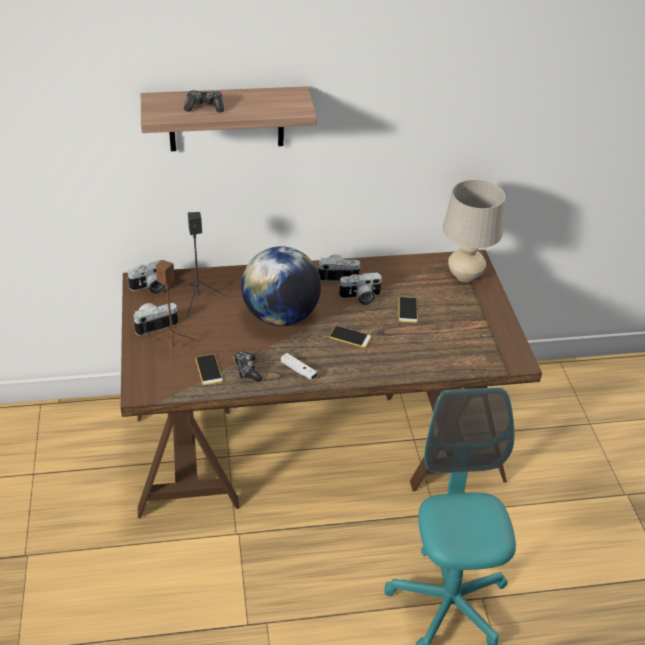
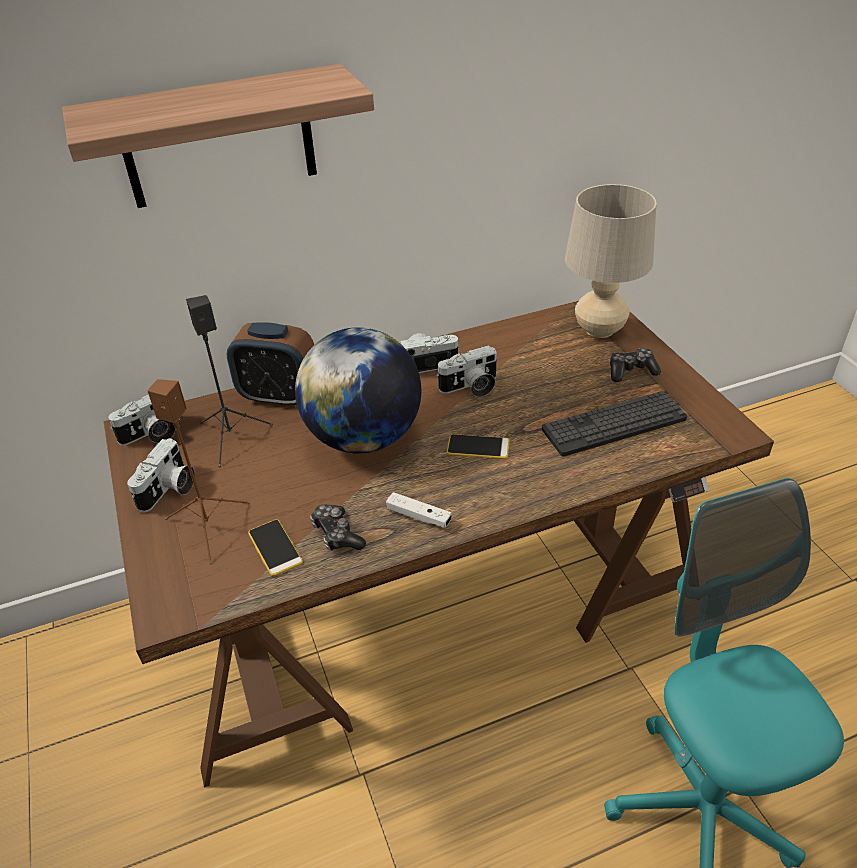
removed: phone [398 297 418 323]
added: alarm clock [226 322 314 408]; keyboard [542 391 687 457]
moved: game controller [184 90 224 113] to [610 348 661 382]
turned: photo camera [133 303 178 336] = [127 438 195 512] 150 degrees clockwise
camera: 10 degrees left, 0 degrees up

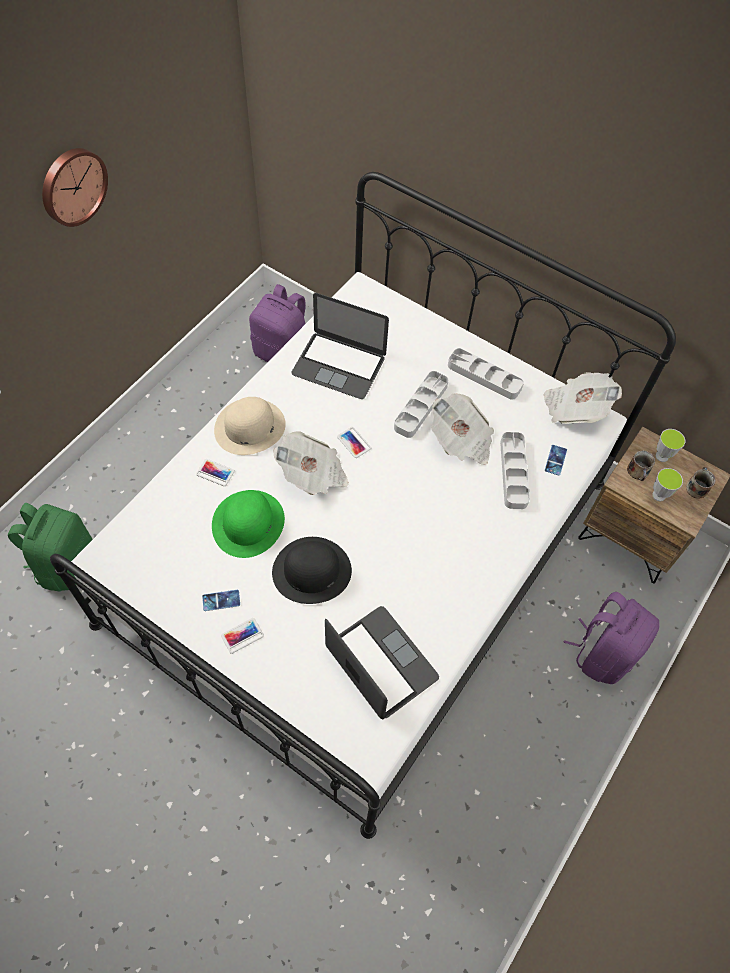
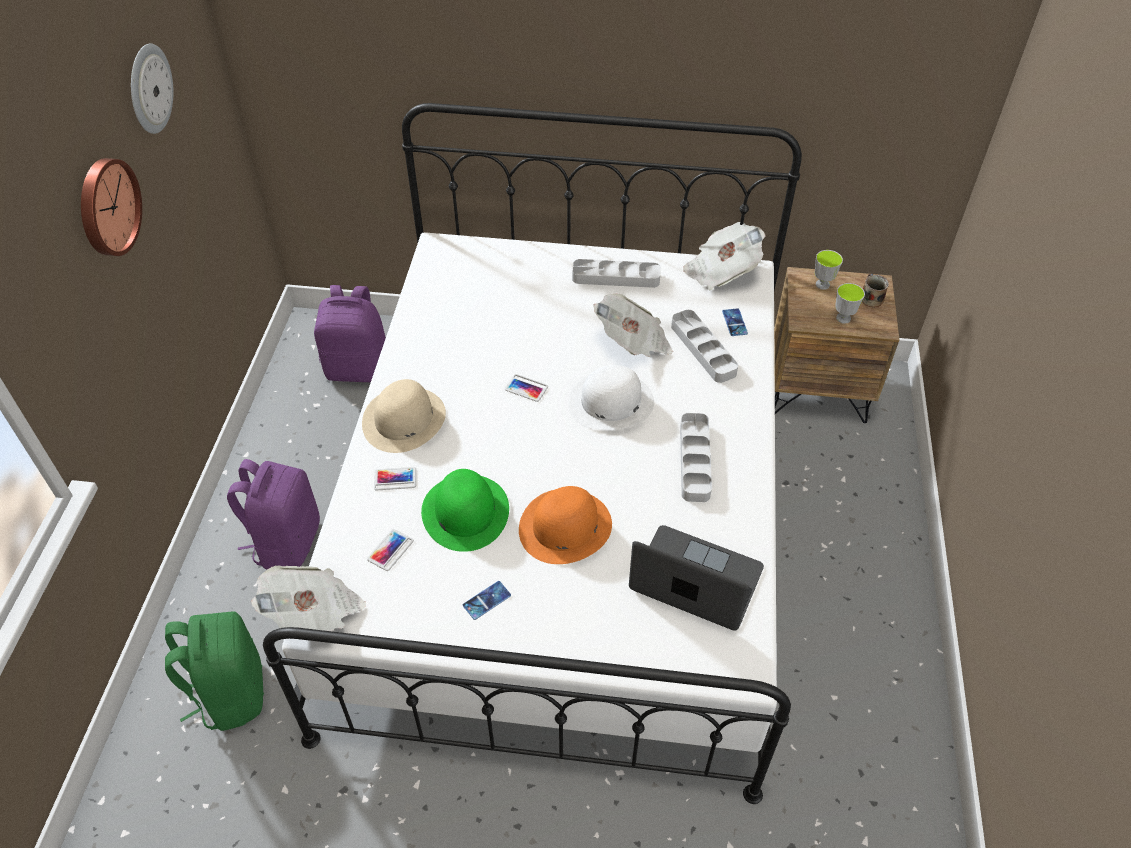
removed: laptop [291 293 389 399]; mug [627 451 655 481]
added: wall clock [131 44 173 134]; hat/white [568 365 654 431]
moved: tray/grey [394 371 449 438] to [680 413 712 502]; newspaper [273 431 349 495] to [251 566 366 631]; backpack/purple [563 592 660 684] to [227 459 320 569]; phone [221 618 264 654] to [367 529 414 571]
recoloured: hat/black [272 537 352 604] to hat/orange [519 486 612 564]
camera: 25 degrees left, 10 degrees down

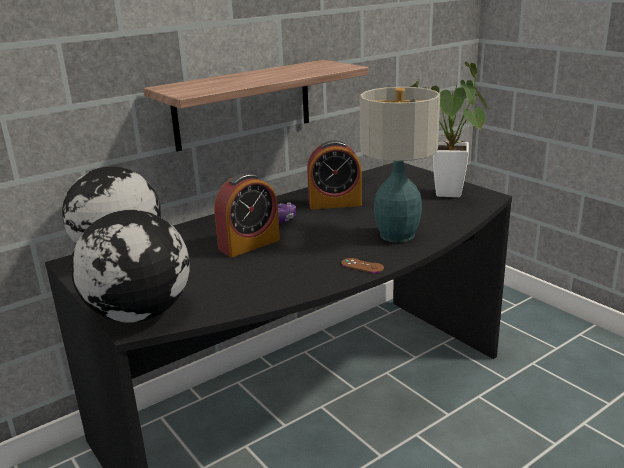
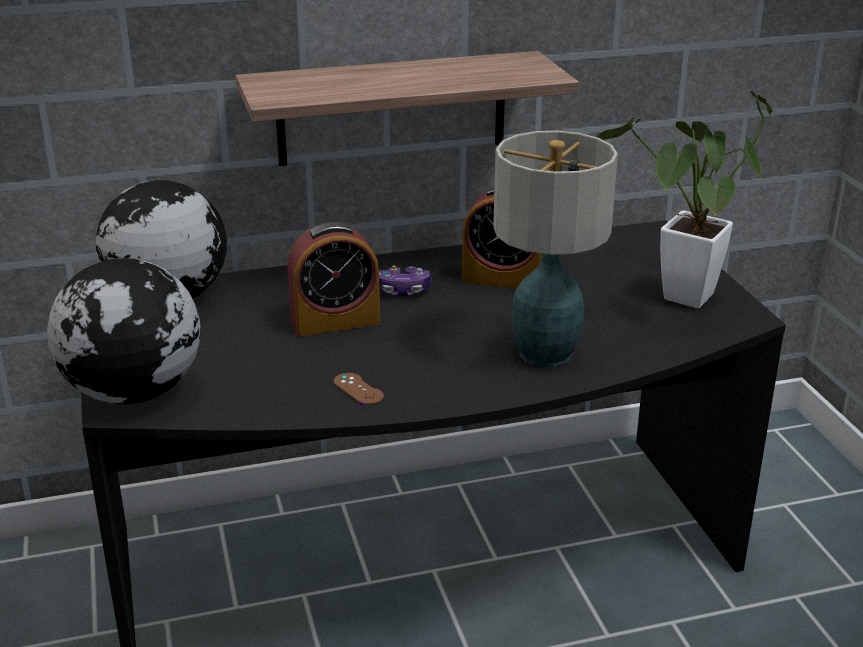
moved: game controller/brown [341 258 384 273] to [333 373 384 405]
camera: 20 degrees right, 5 degrees up

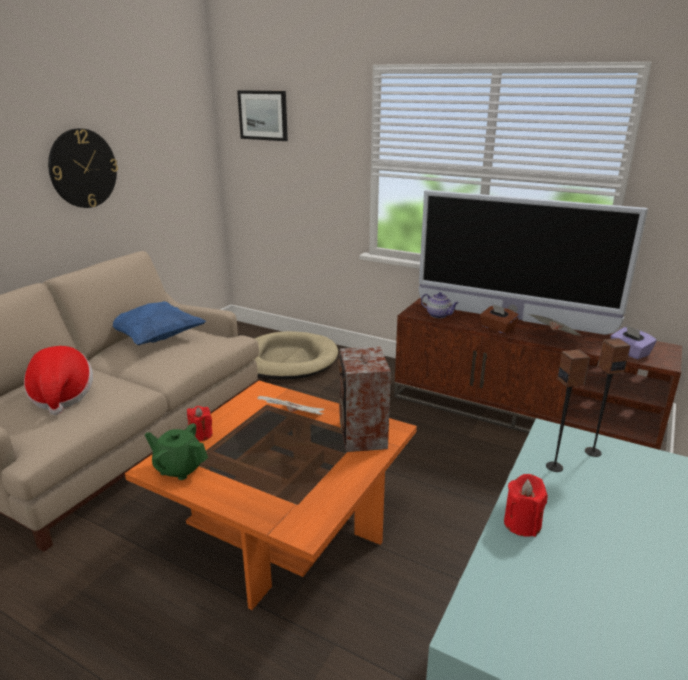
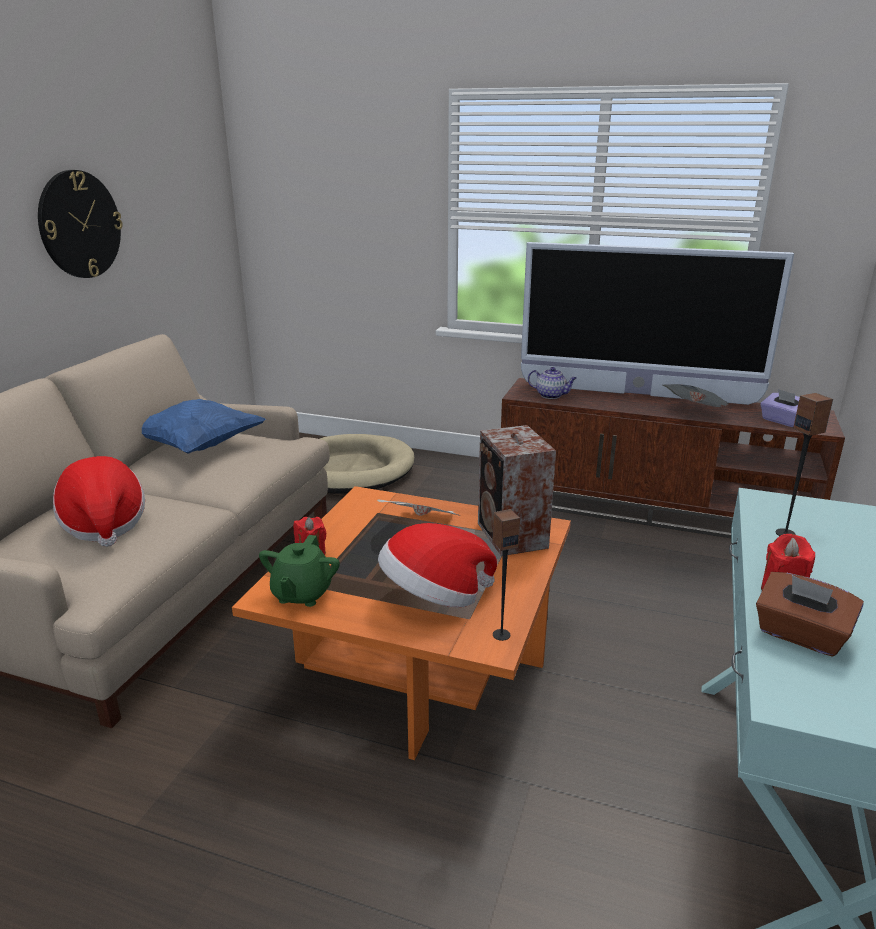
removed: picture [237 90 288 141]
added: hat [378 523 497 607]
moved: tissue box/brown [480 304 519 334] to [756 572 864 657]; speaker [585 338 630 457] to [493 509 520 641]
turned: teapot/green [145 423 208 480] = [259 535 340 607] 90 degrees counterclockwise
camera: 10 degrees left, 0 degrees up

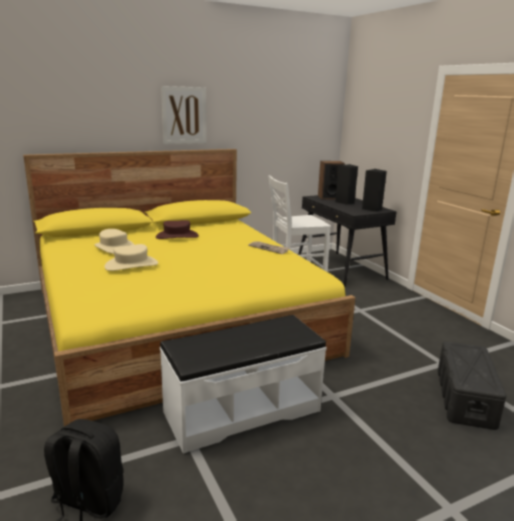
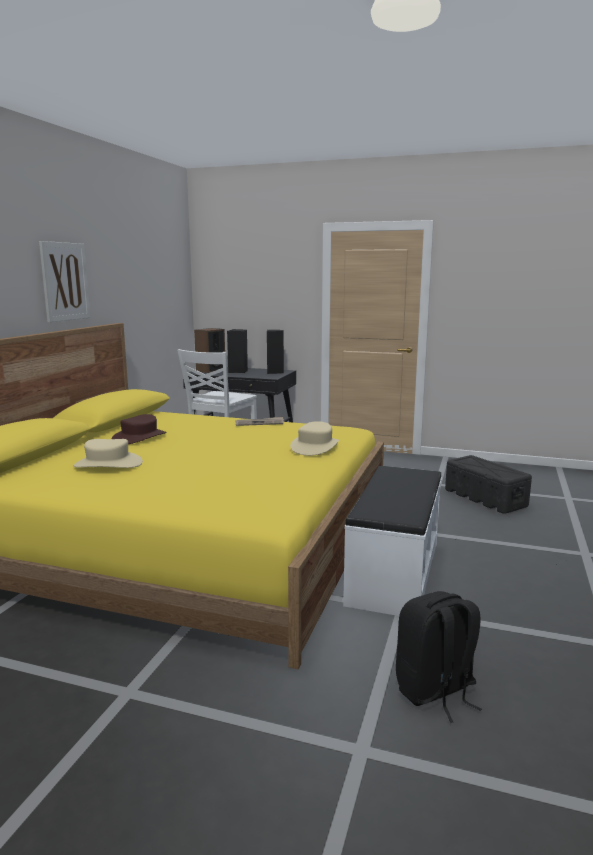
moved: hat/beige [104 244 158 271] to [290 421 339 456]
camera: 45 degrees left, 5 degrees down

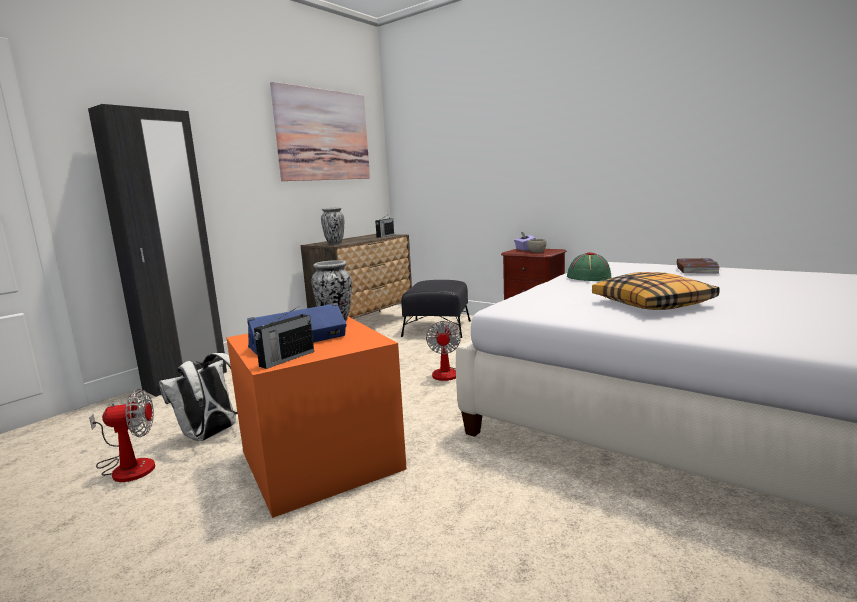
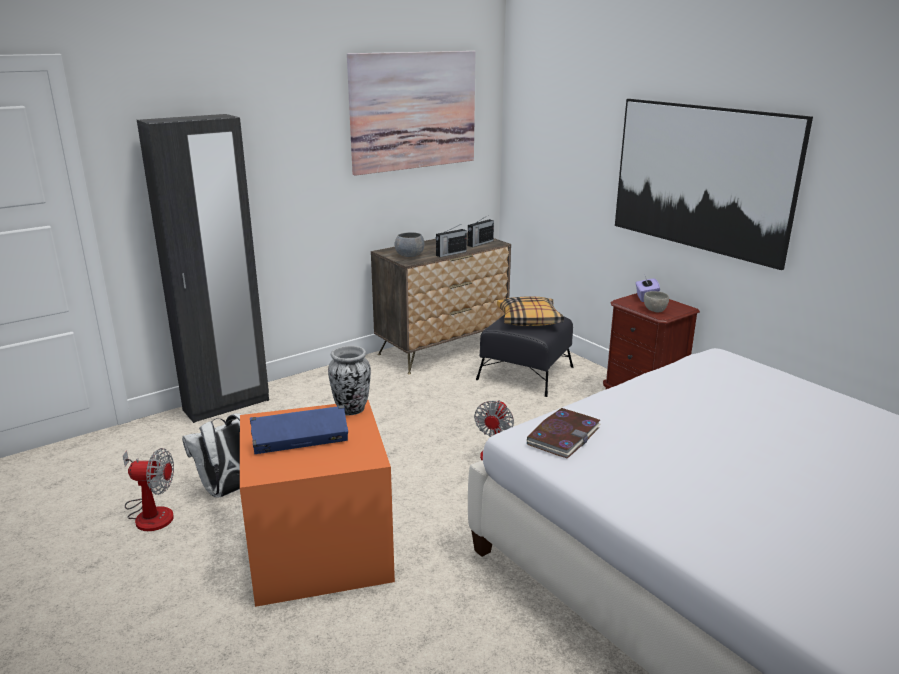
removed: hat/green [567 252 611 281]
added: picture [615 99 813 270]
moved: book [676 258 721 274] to [527 408 600 459]; pillow [592 272 720 310] to [497 296 564 326]; radio [254 306 314 369] to [436 224 467 257]
replaced: vase [321 207 344 244] to bowl/grey [394 232 424 257]
camera: 15 degrees right, 10 degrees up

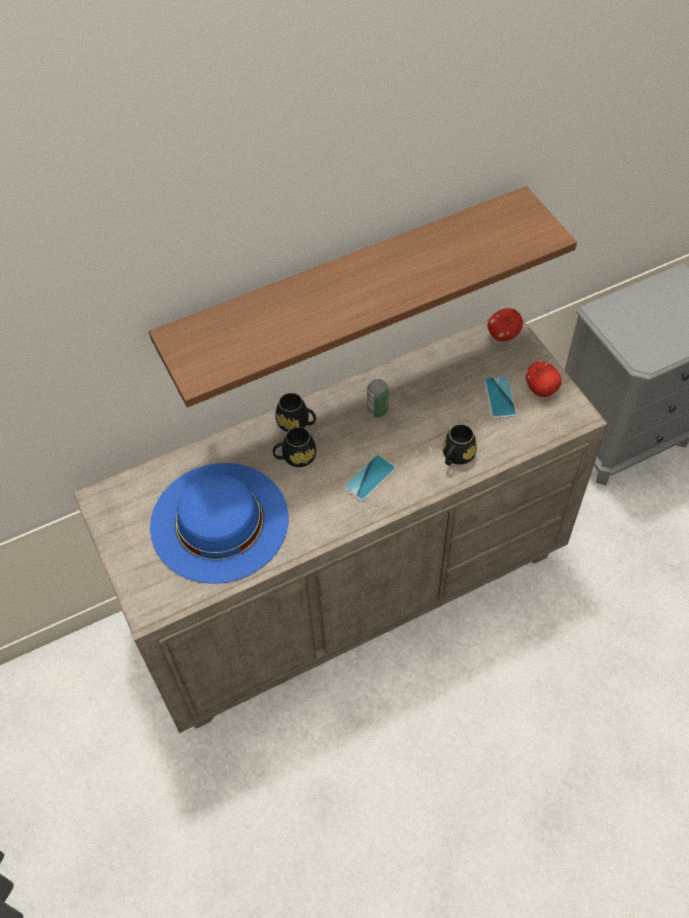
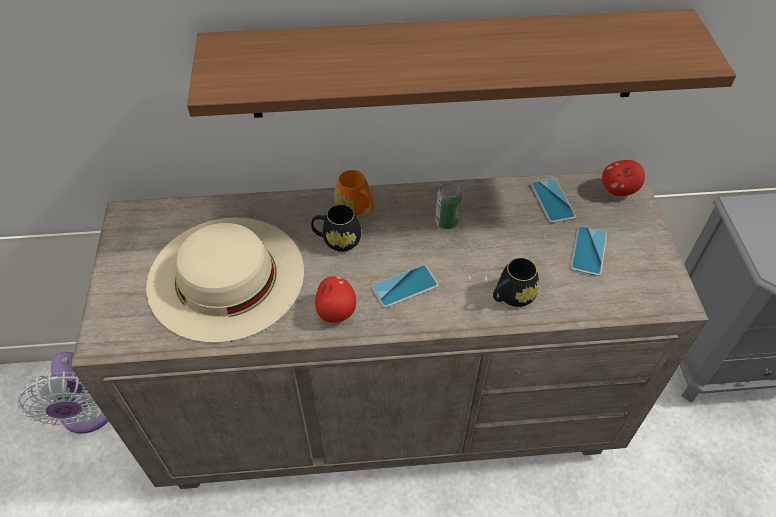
added: phone [531 178 576 223]; fan/white [18 352 108 434]
moved: apple [526 361 562 397] to [315 276 356 323]
recoloured: mug/black [275 393 316 432] to mug/orange [334 170 374 216]; hat/blue [150 463 288 584] to hat/beige [146 217 304 343]
camera: 20 degrees right, 5 degrees down

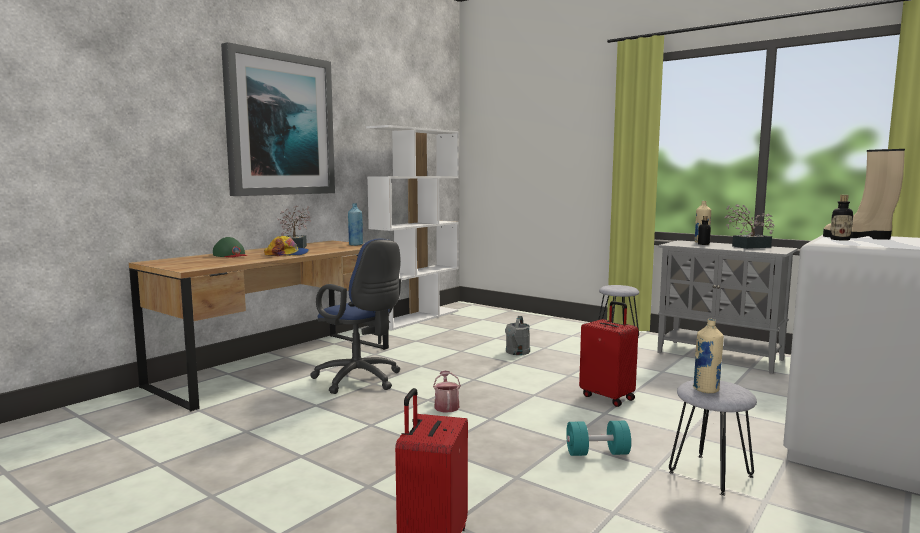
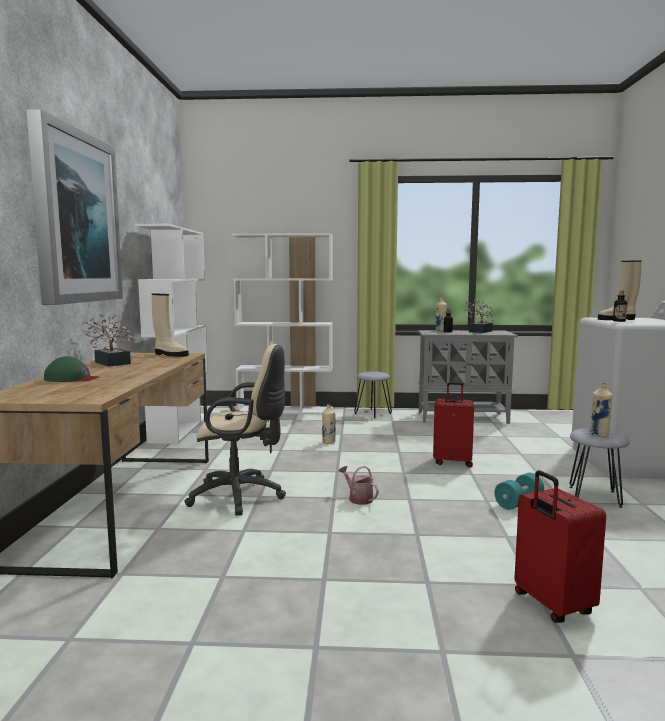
removed: cap [264 236 309 256]
added: bookcase/white [232 233 333 414]
replaced: bottle/blue [348 204 363 246] to boot/beige [152 293 189 357]; watering can/grey [505 316 530 355] to bottle/beige [322 404 336 444]
recoloured: office chair/blue [310 239 401 394] to office chair/beige [184 344 286 516]
camera: 35 degrees left, 0 degrees up

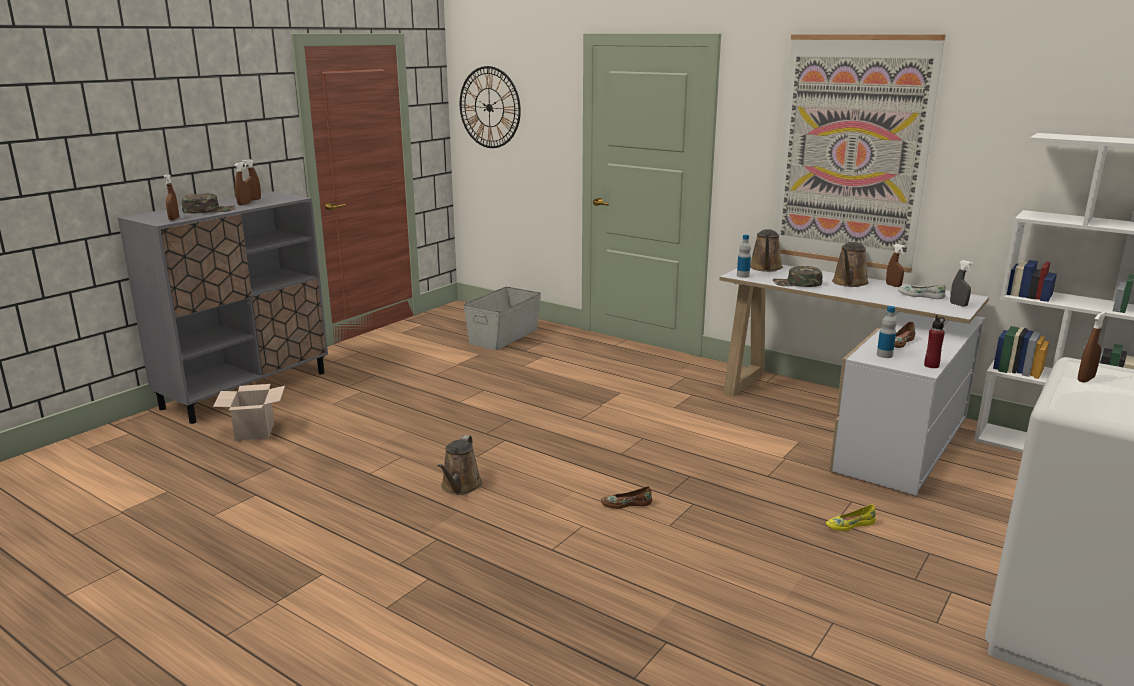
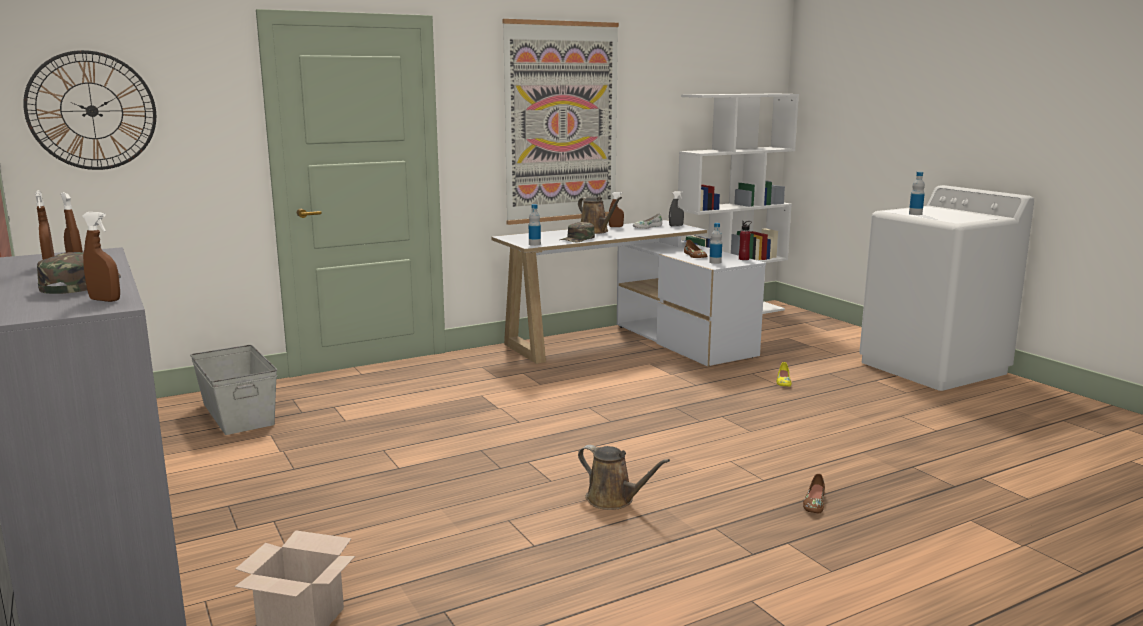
removed: watering can/brown [750 229 783 272]
moved: shoe/brown [601 486 652 509] to [803 474 825 514]
replaced: spray bottle/brown [1078 312 1107 383] to bottle [909 172 925 215]
camera: 65 degrees left, 5 degrees down

